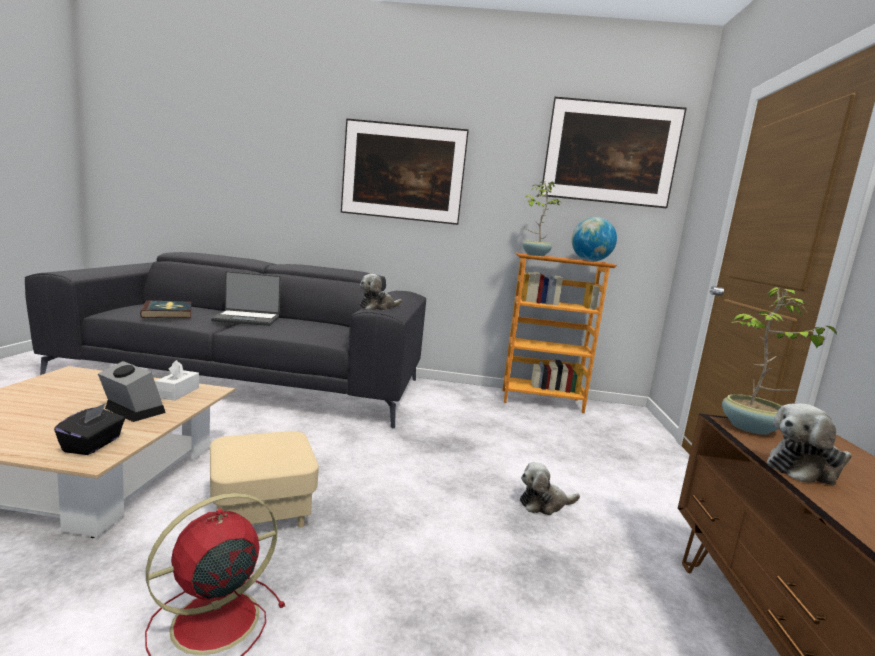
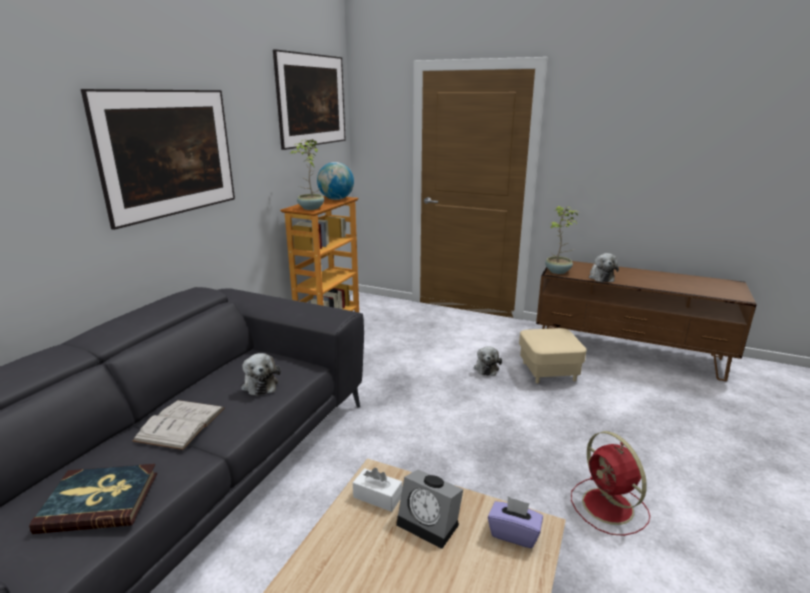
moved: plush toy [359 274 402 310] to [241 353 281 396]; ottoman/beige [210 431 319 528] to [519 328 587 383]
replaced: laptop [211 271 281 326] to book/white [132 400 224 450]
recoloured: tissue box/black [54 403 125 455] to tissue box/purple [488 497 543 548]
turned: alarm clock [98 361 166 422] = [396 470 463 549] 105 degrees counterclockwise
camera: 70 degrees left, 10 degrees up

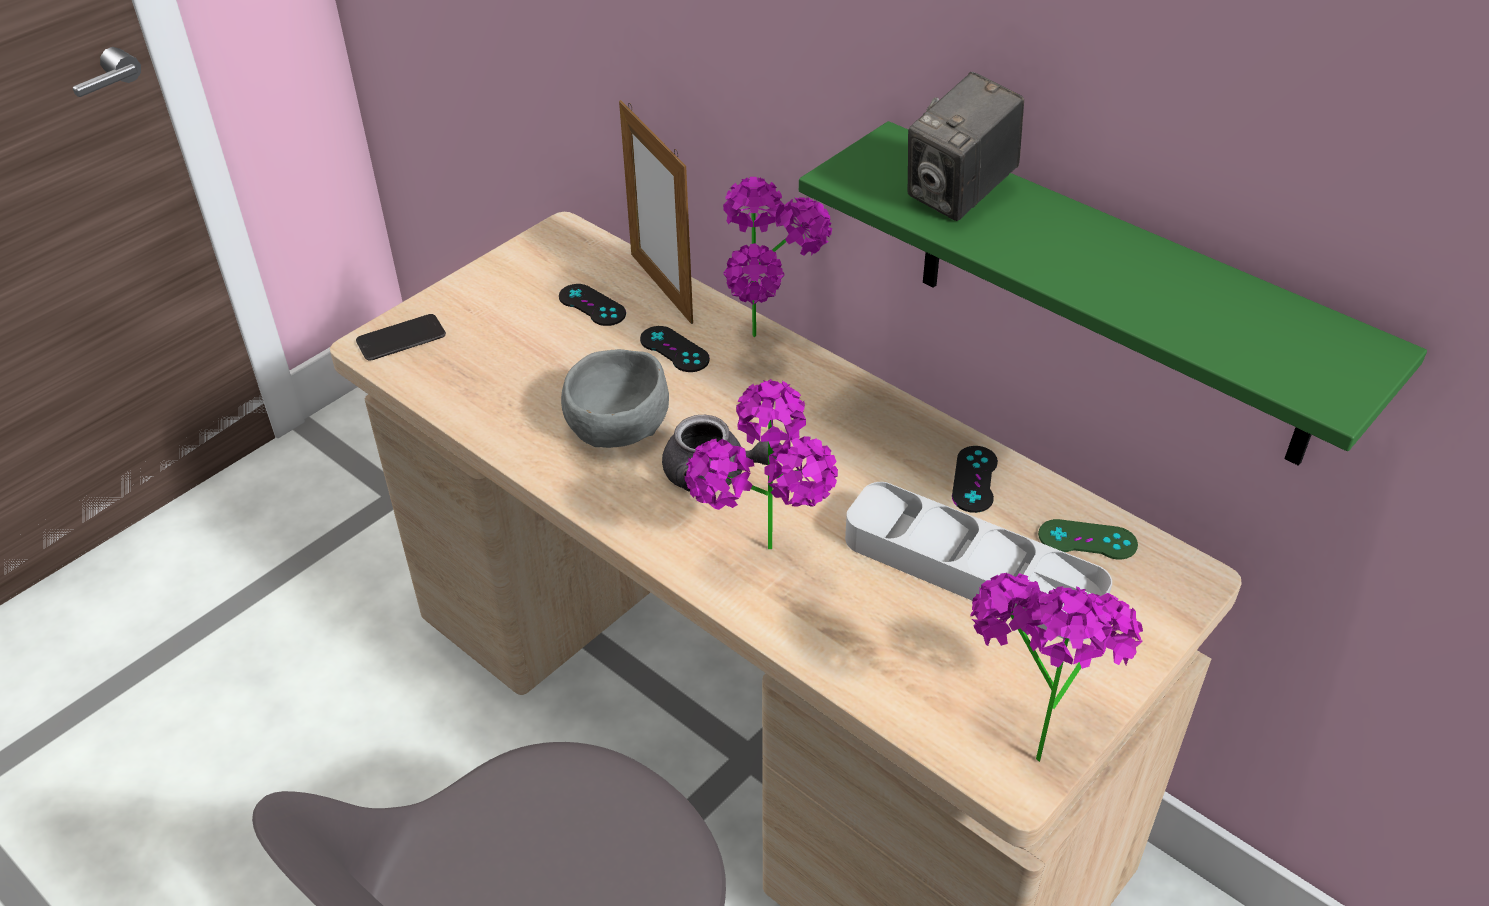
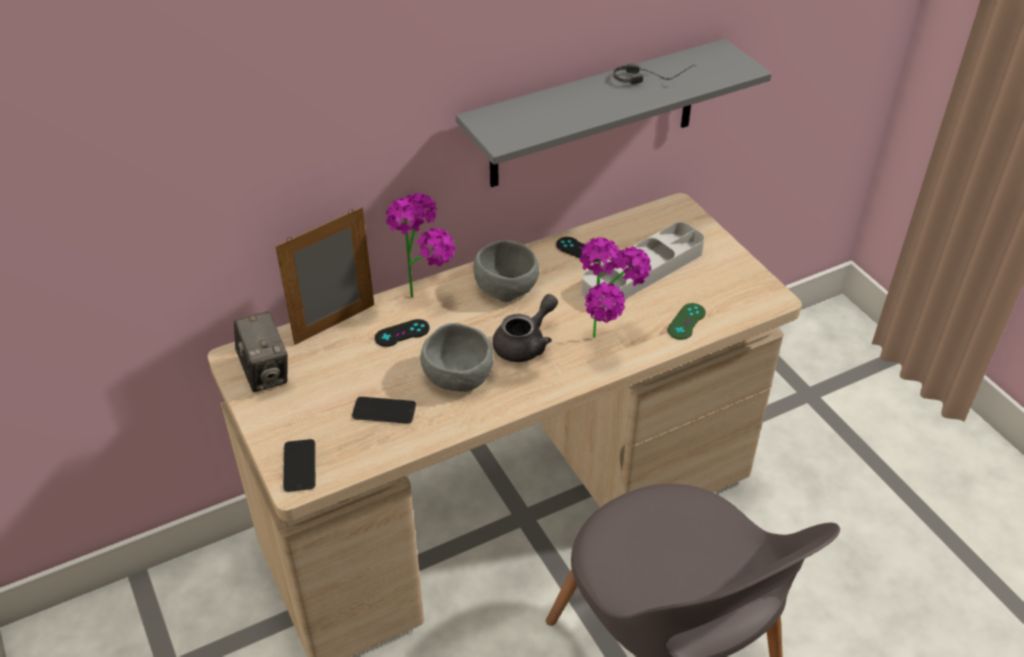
removed: game controller/black [559 284 626 326]; potted plant [971 573 1143 762]
added: headphones [613 63 695 85]; bowl/grey [473 240 539 302]; phone [352 397 416 424]
moved: photo camera [907 72 1024 221] to [234 311 288 392]; game controller/green [1038 519 1138 560] to [668 303 706 340]
recoloured: shelf/green [799 121 1427 466] to shelf/grey [456 39 772 187]
turned: picture frame [619 100 693 324] = [275 207 374 345] 150 degrees clockwise
camera: 70 degrees left, 0 degrees up

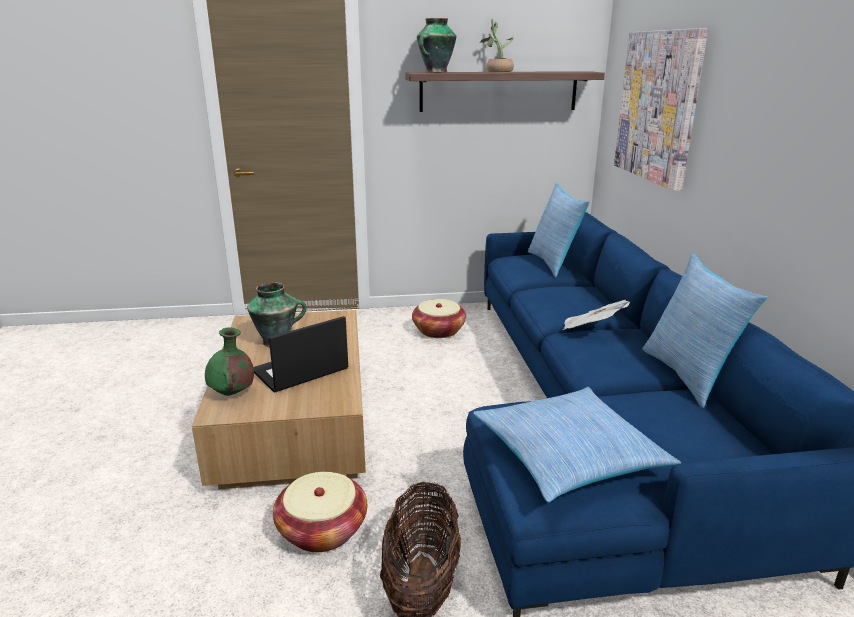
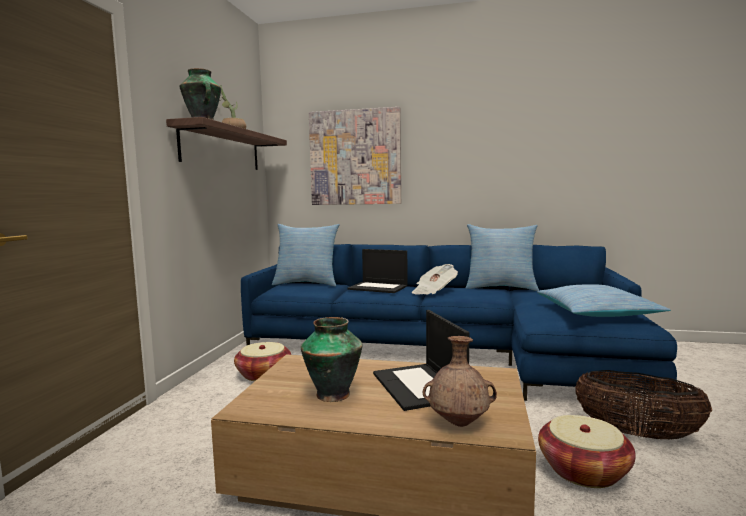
added: laptop [348 249 408 293]
recoloured: vase/green [205 327 254 396] to vase/brown [423 336 497 427]
camera: 70 degrees left, 15 degrees down

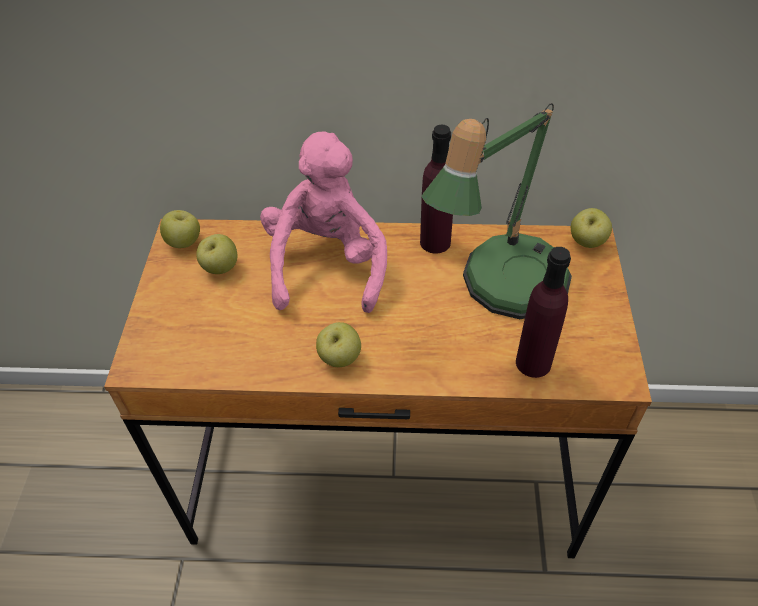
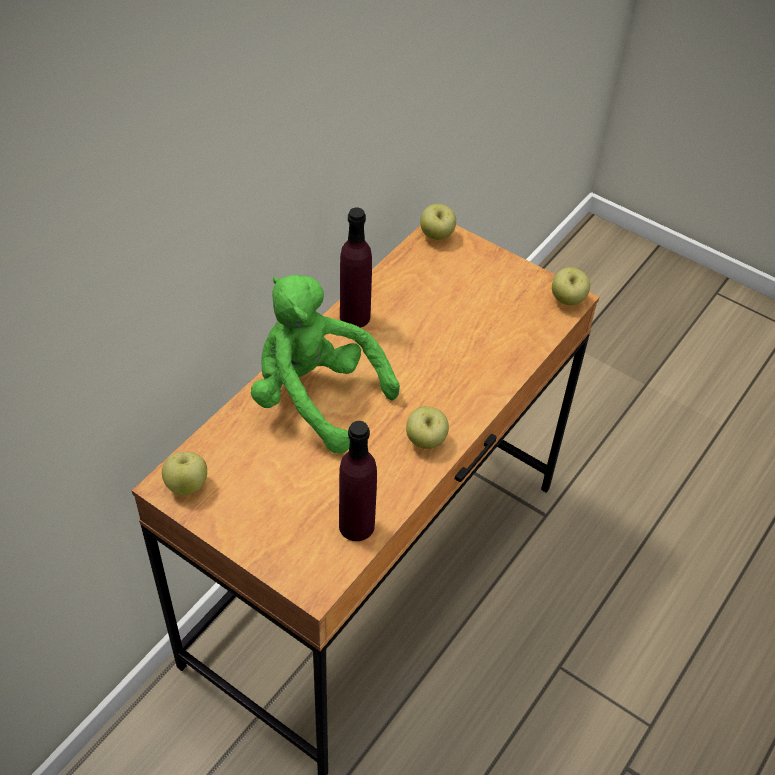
removed: table lamp [421 103 572 319]
moved: apple [196 234 237 274] to [552 267 590 305]; bottle/purple [516 247 571 378] to [339 421 377 541]
recoloured: plush toy/pink [260 132 387 313] to plush toy/green [251 275 400 454]
camera: 60 degrees left, 0 degrees up

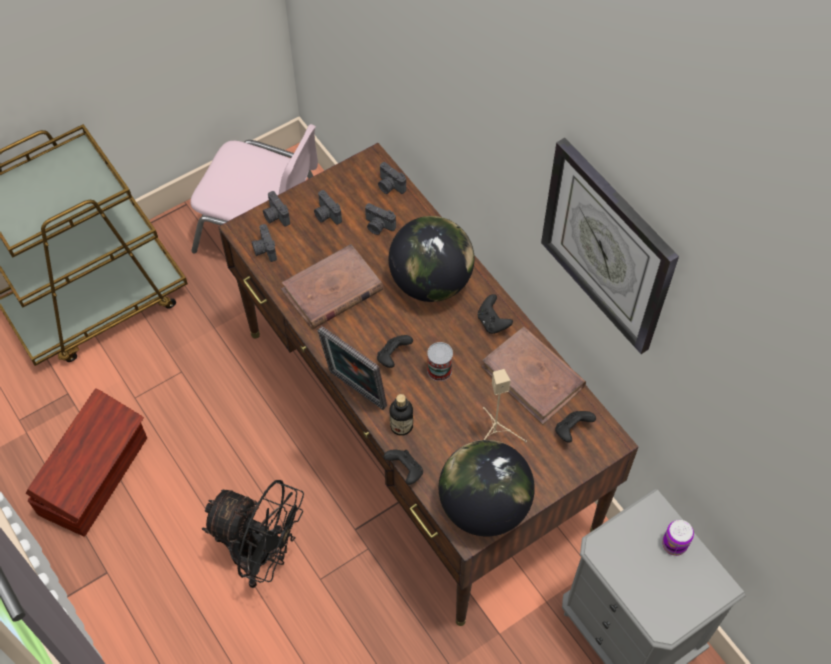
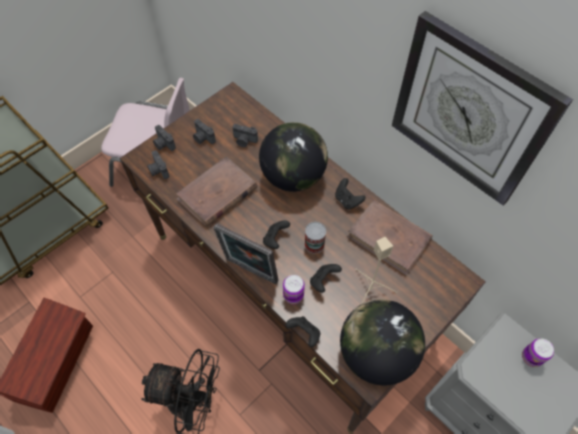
removed: photo camera [378 162 406 194]
moved: game controller/black [555 411 596 443] to [310 264 342 293]
replaced: bottle [389 394 413 436] to can [283 275 305 304]
camera: 10 degrees left, 0 degrees up

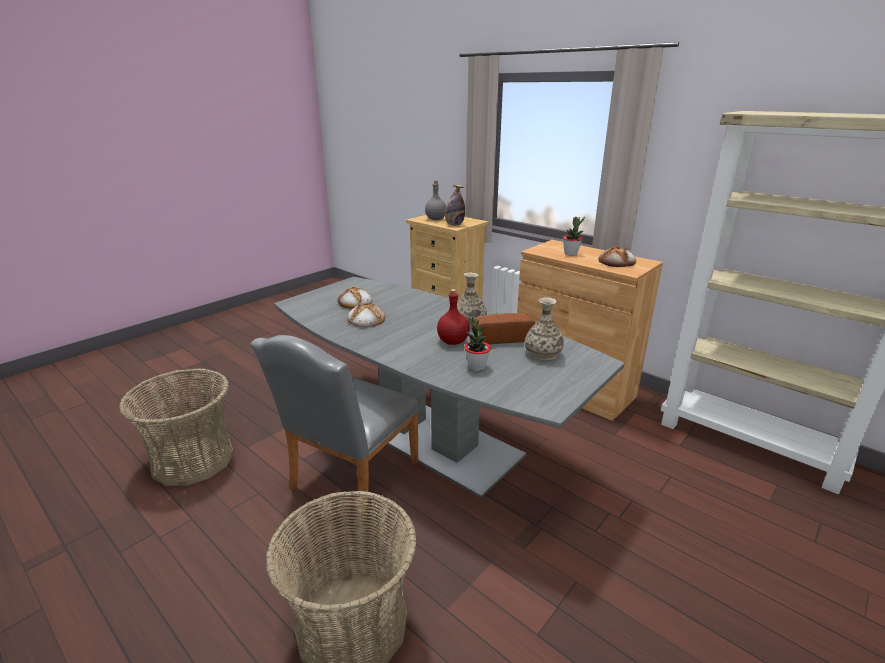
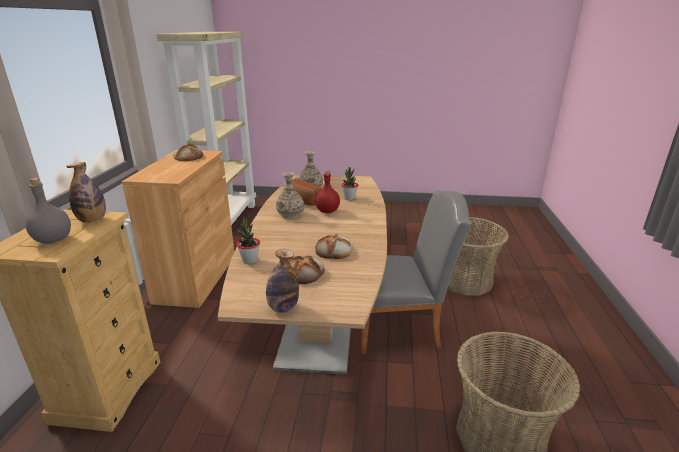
added: bottle [266 249 299 313]
moved: potted plant [562 216 585 256] to [236 216 260 264]
recoloured: dining table/grey [274 277 625 498] to dining table/brown [218 174 387 375]
camera: 125 degrees left, 0 degrees up

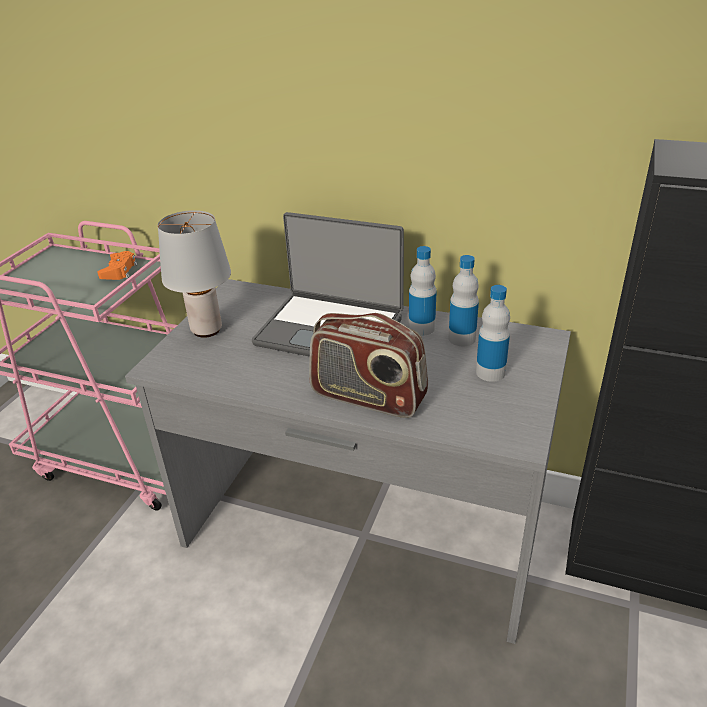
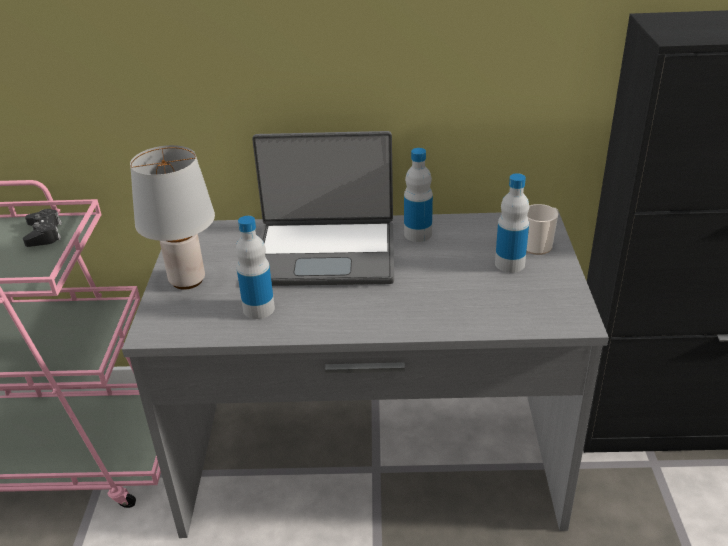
removed: radio [309 313 428 418]
added: mug [526 204 559 255]
moved: bottle [448 255 479 346] to [236 216 275 319]
recoloured: game controller/orange [97 251 137 280] to game controller/black [23 209 62 247]
camera: 20 degrees left, 0 degrees up

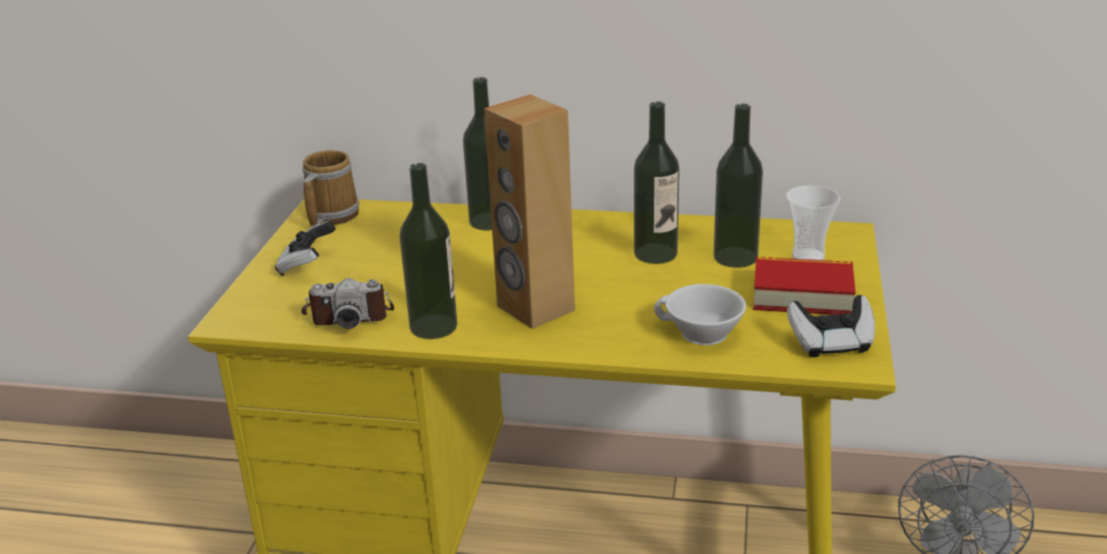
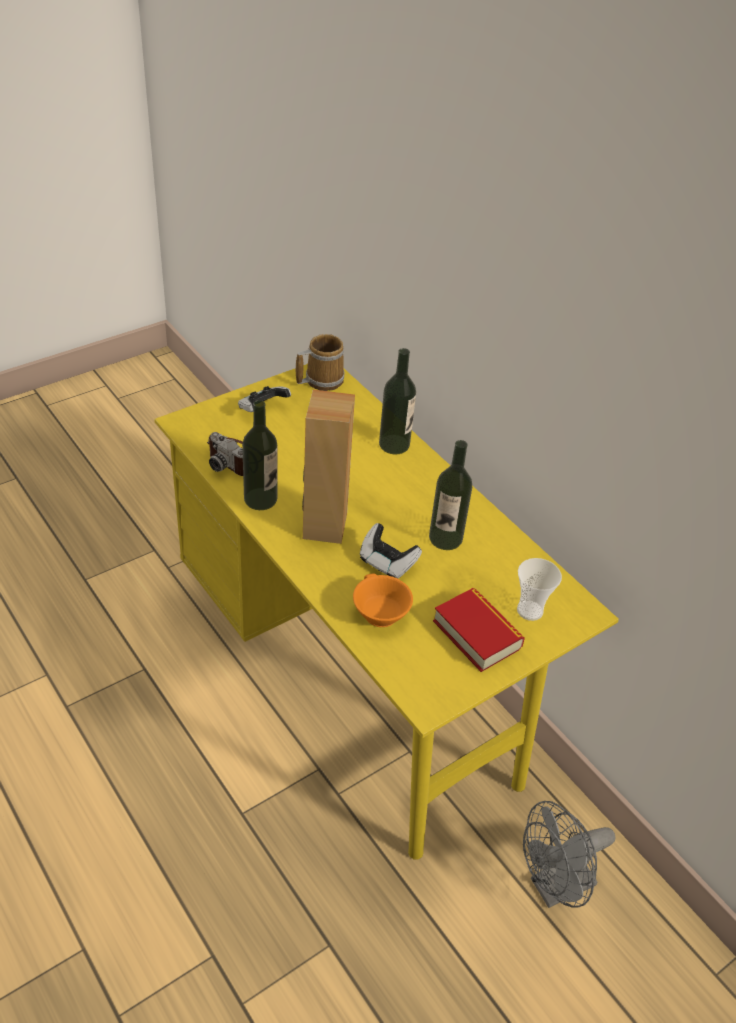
removed: bottle [714 104 763 268]
moved: game controller [787 295 875 357] to [360 523 422 579]
recoloured: cup/white [654 284 746 345] to cup/orange [353 573 413 627]
camera: 40 degrees right, 15 degrees up

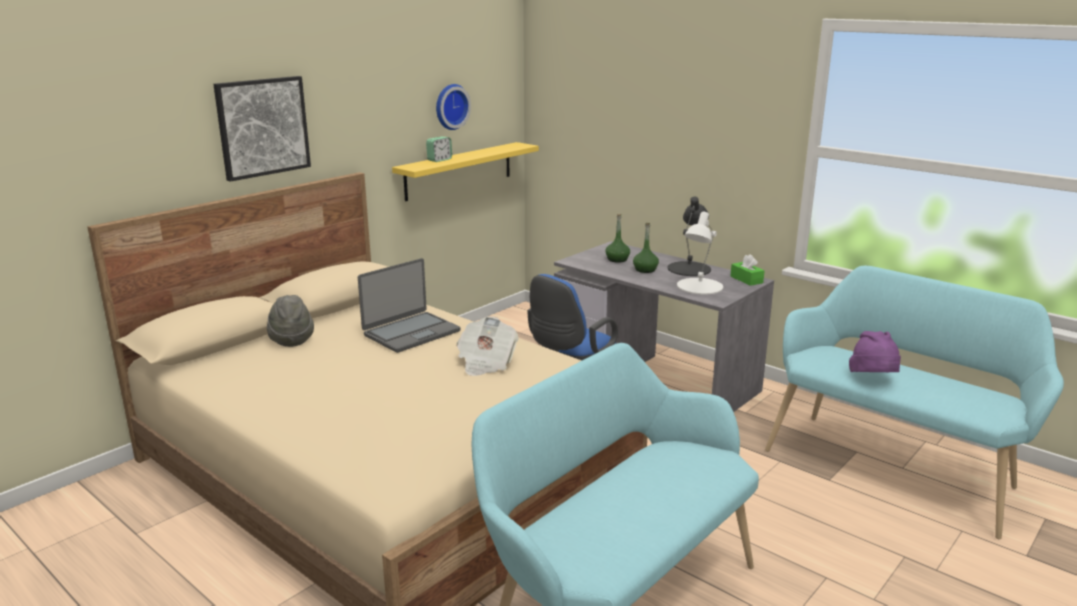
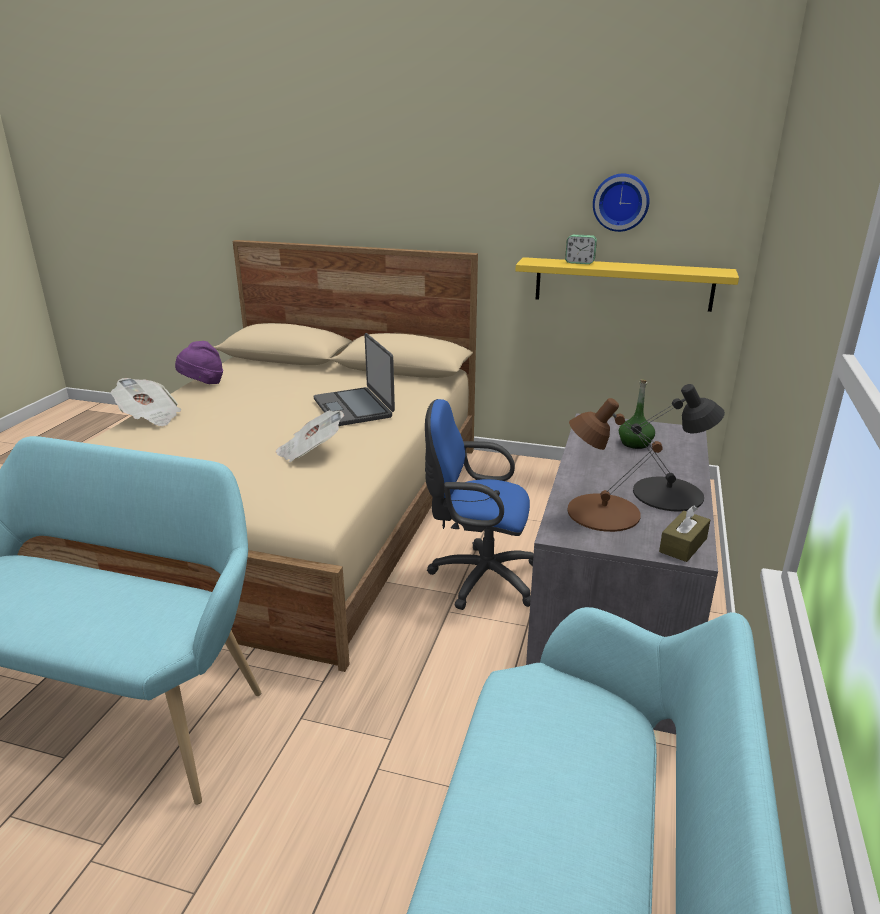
removed: picture [213 76 311 182]; bottle/green [633 223 659 273]; hat/grey [267 295 314 347]
added: newspaper [111 378 182 426]
moved: hat/purple [849 331 901 372] to [175 341 223 384]
recoloured: table lamp/white [677 212 723 295] to table lamp/brown [567 398 663 532]; tissue box/green [731 254 765 286] to tissue box/brown [659 505 710 562]
turned: laptop [358 258 461 353] = [314 333 395 426] 45 degrees clockwise
camera: 65 degrees right, 5 degrees up

